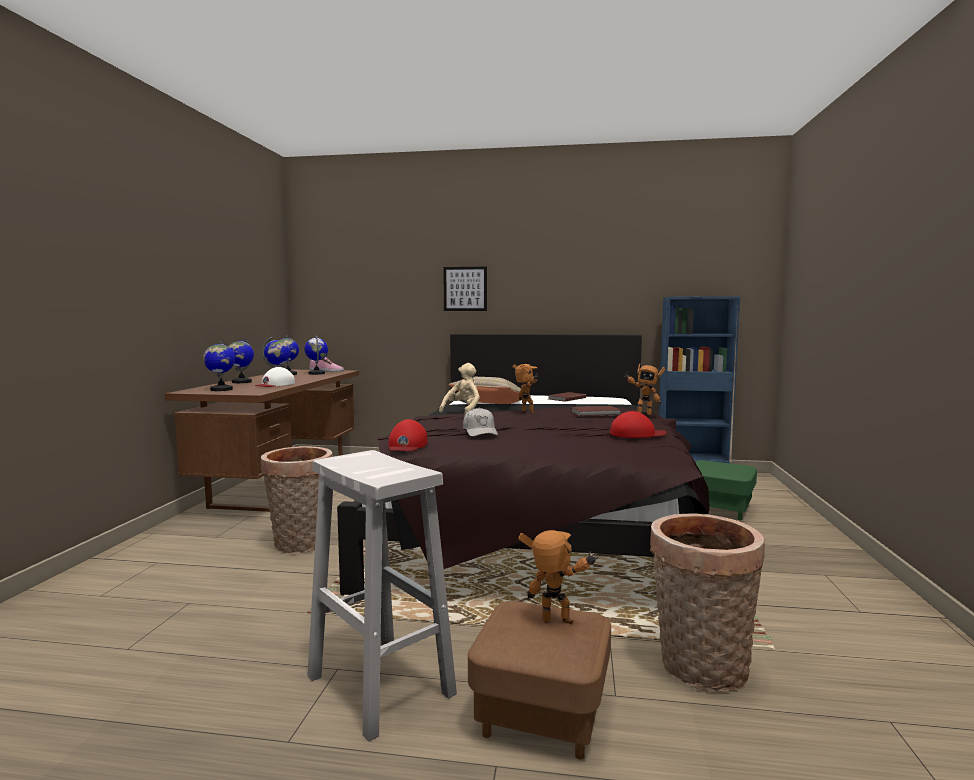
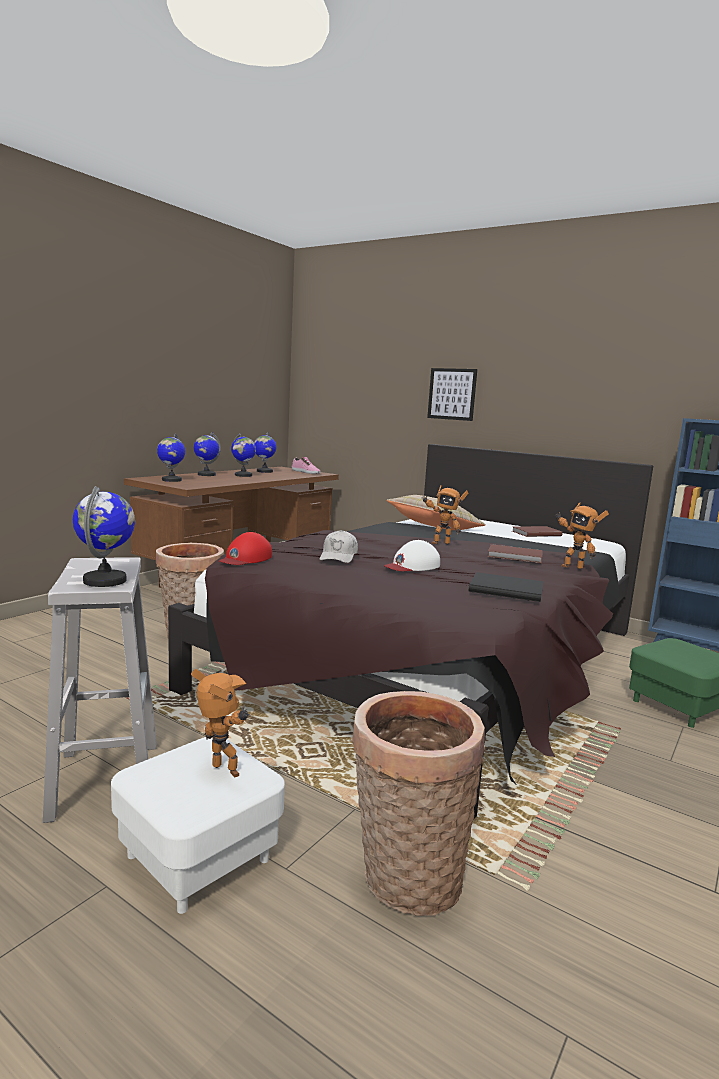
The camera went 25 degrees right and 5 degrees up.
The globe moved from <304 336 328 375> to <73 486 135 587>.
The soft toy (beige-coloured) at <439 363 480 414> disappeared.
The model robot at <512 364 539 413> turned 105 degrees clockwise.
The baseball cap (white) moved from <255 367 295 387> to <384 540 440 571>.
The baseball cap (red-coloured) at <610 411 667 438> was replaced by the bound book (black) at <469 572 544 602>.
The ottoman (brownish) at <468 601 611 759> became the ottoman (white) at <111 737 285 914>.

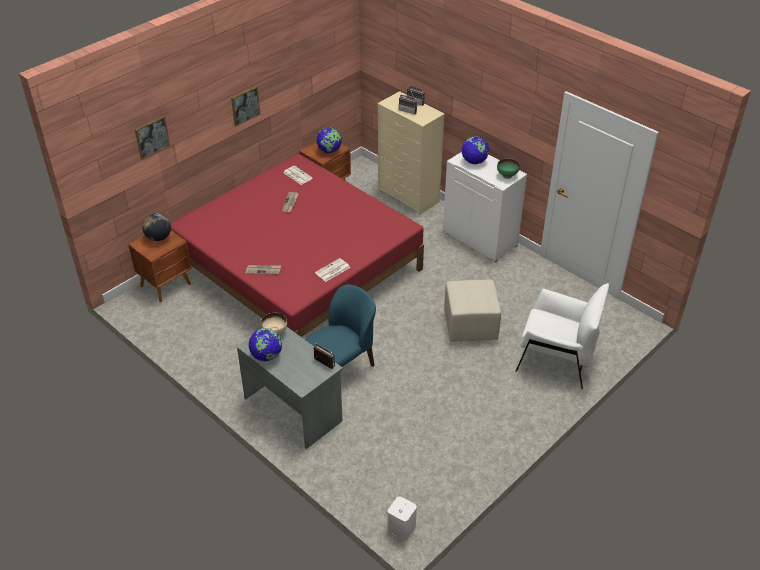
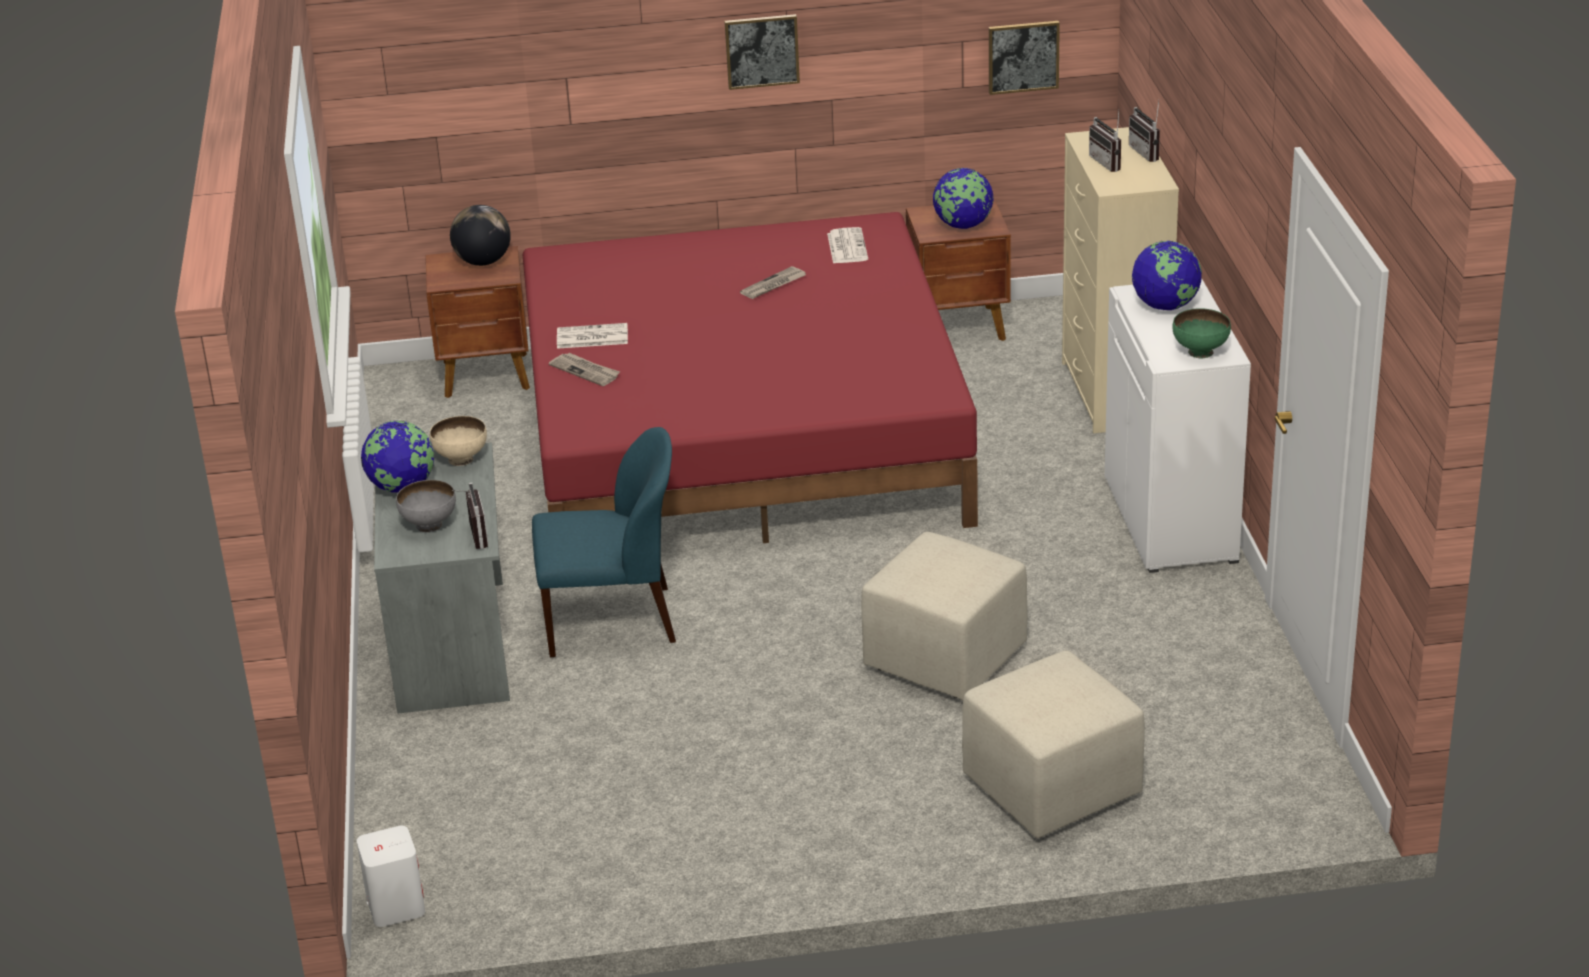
The camera went 40 degrees right and 10 degrees down.
The wall art moved from <135 116 170 159> to <989 21 1060 95>.
The newspaper moved from <315 258 350 282> to <557 323 628 349>.
The lounge chair (white) at <516 283 609 389> was replaced by the ottoman (beige-coloured) at <962 650 1145 838>.
The serving bowl (gray) at <396 480 456 532> appeared.

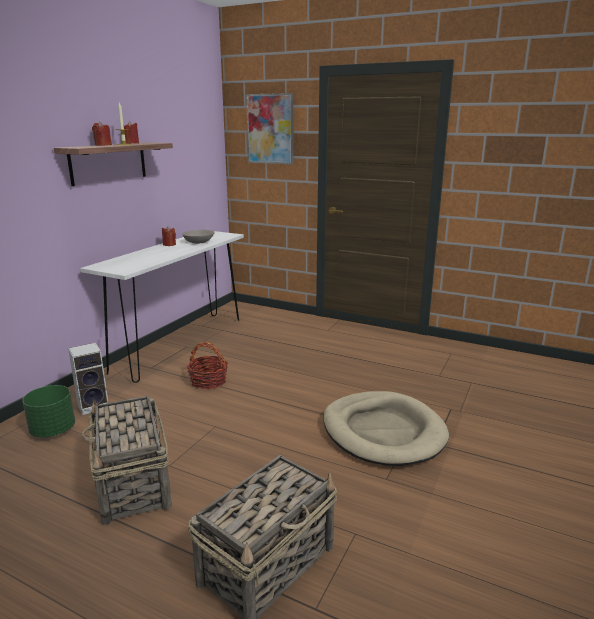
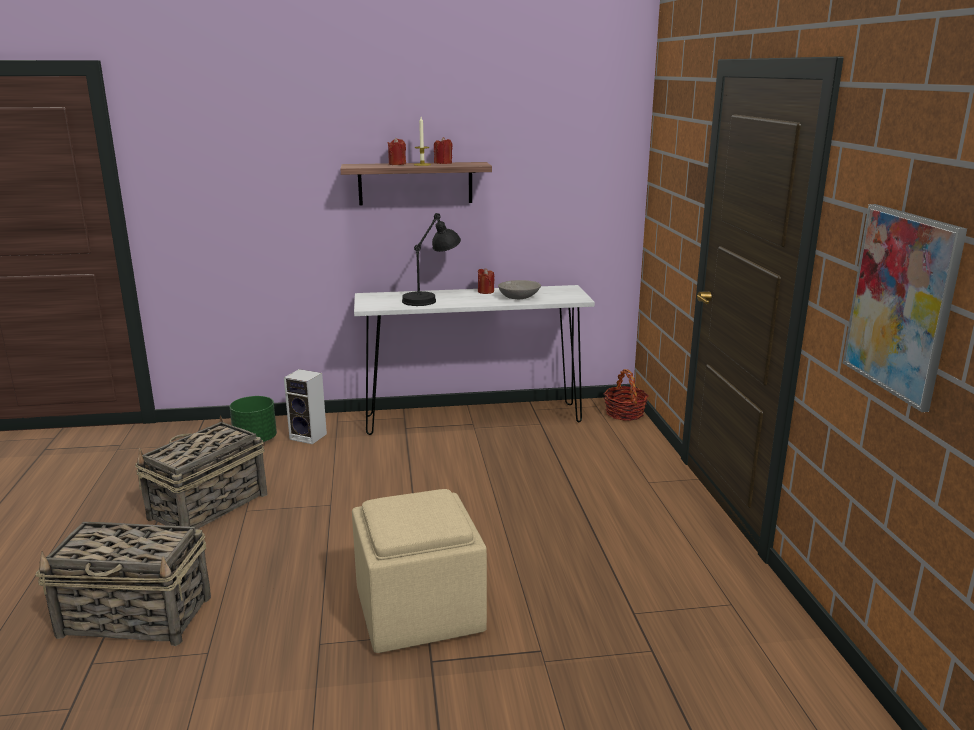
The camera went 55 degrees right and 0 degrees up.
The wall art moved from <246 93 293 165> to <843 204 967 412>.
The household basket moved from <187 342 228 389> to <604 369 648 421>.
The dog bed (beige-coloured) at <323 391 449 466> was replaced by the ottoman (beige-coloured) at <352 489 487 653>.
The tabletop lamp (black) at <402 213 461 306> appeared.

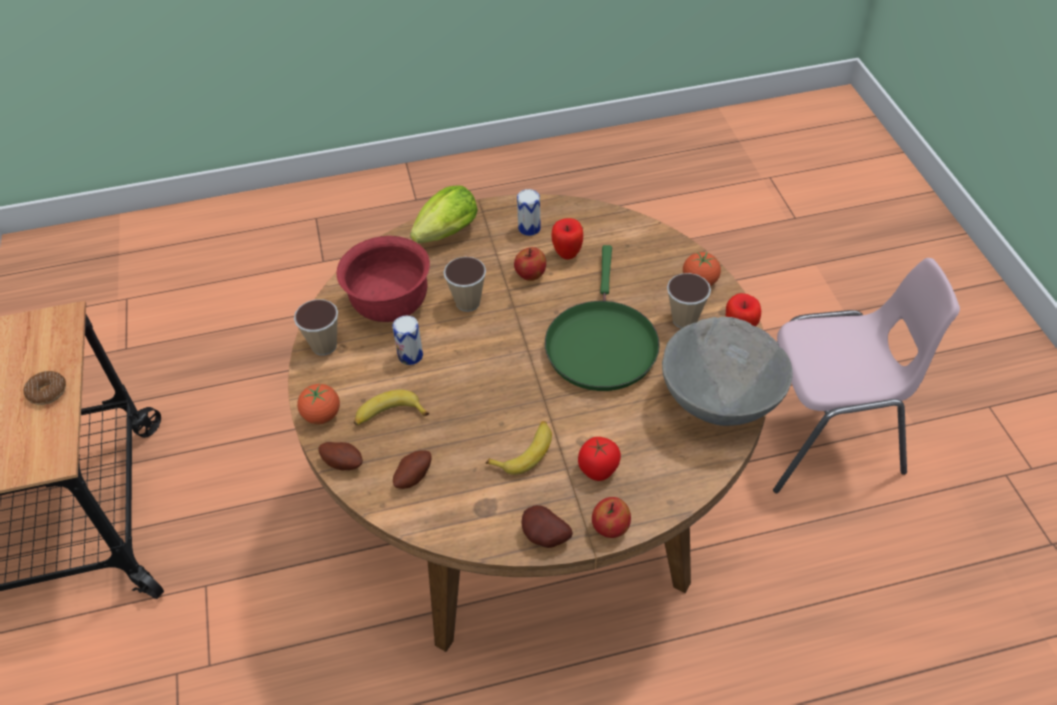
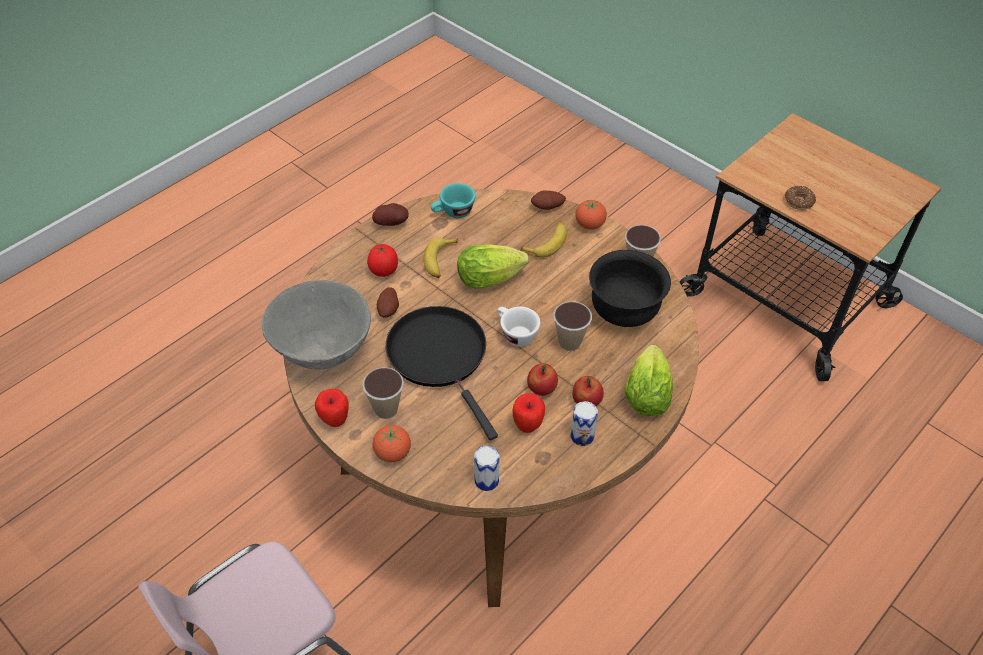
The camera went 145 degrees right and 0 degrees up.
The serving bowl (red-coloured) at <336 236 430 322> became the serving bowl (black) at <589 250 671 327>.
The skillet (green-coloured) at <545 245 660 391> became the skillet (black) at <386 306 498 440>.
The can moved from <392 315 423 365> to <474 445 500 491>.
The potato moved from <393 450 432 489> to <377 287 399 318>.
The apple moved from <592 497 631 538> to <572 376 604 406>.
The drinking cup (blue-green) at <431 183 476 218> appeared.
The lettuce at <457 244 529 289> appeared.
The drinking cup (white) at <497 307 540 347> appeared.

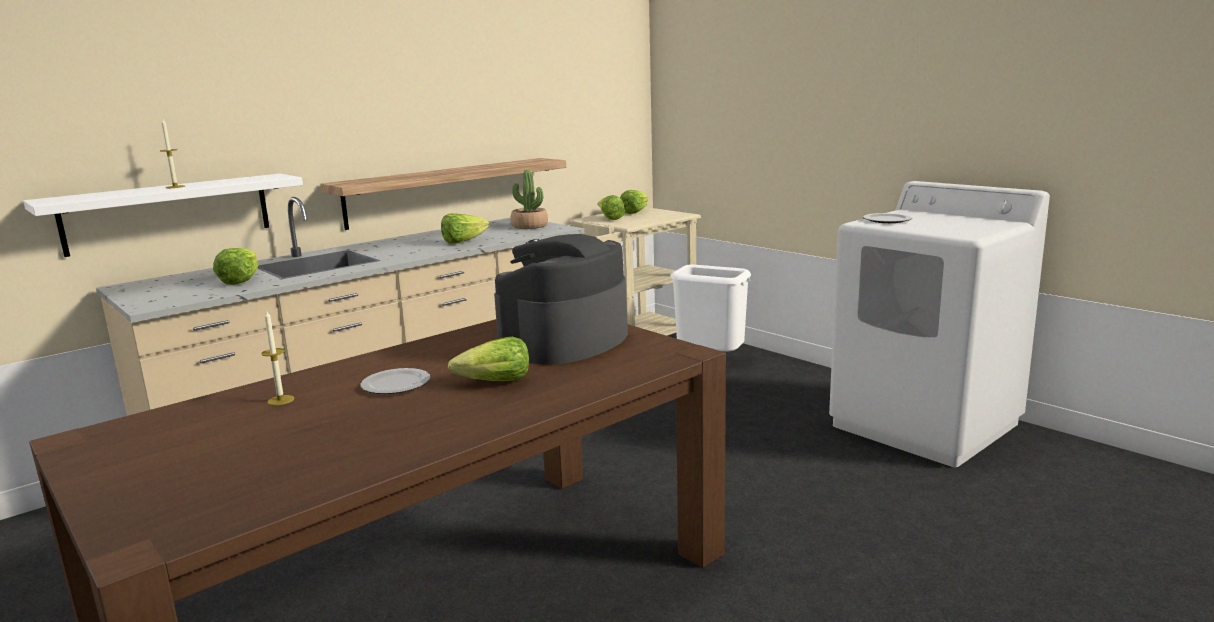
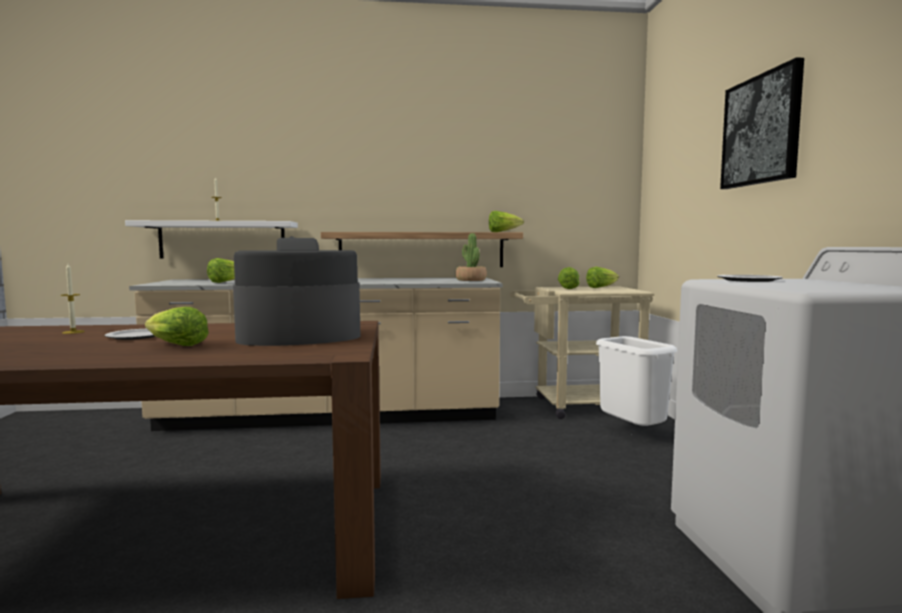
The camera went 35 degrees right and 10 degrees down.
The lettuce moved from <441 213 489 244> to <489 211 524 232>.
The wall art at <720 57 804 189> appeared.

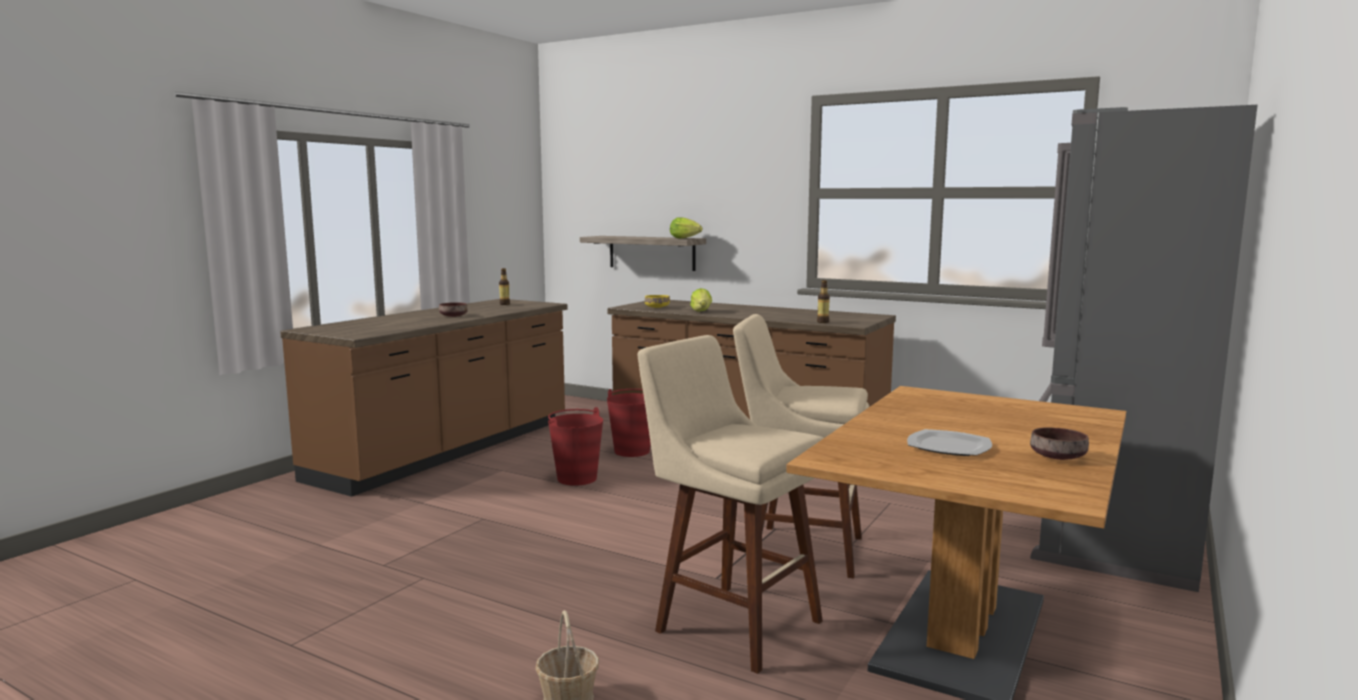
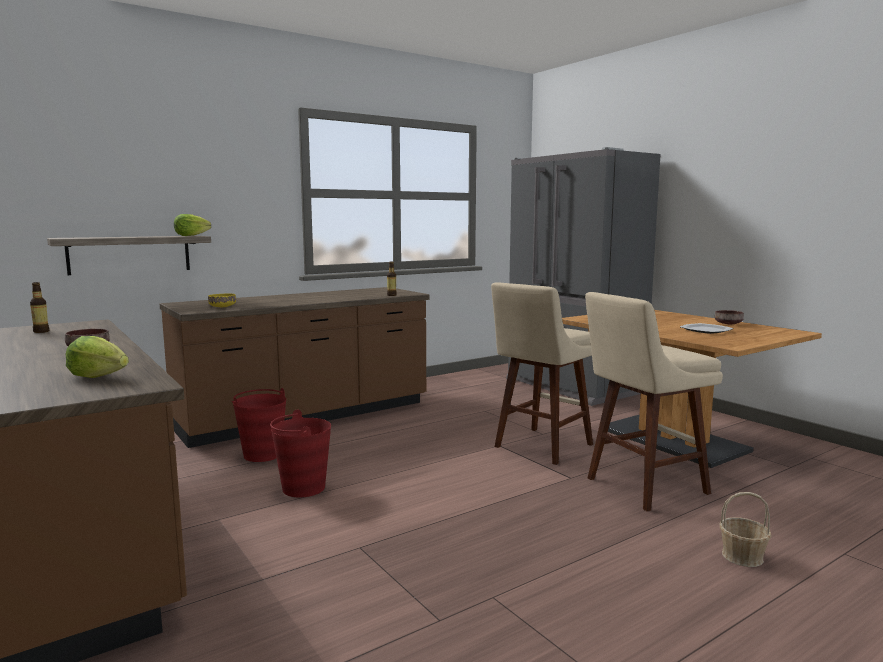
The camera went 65 degrees left and 0 degrees up.
The lettuce moved from <690 288 712 312> to <66 336 129 378>.

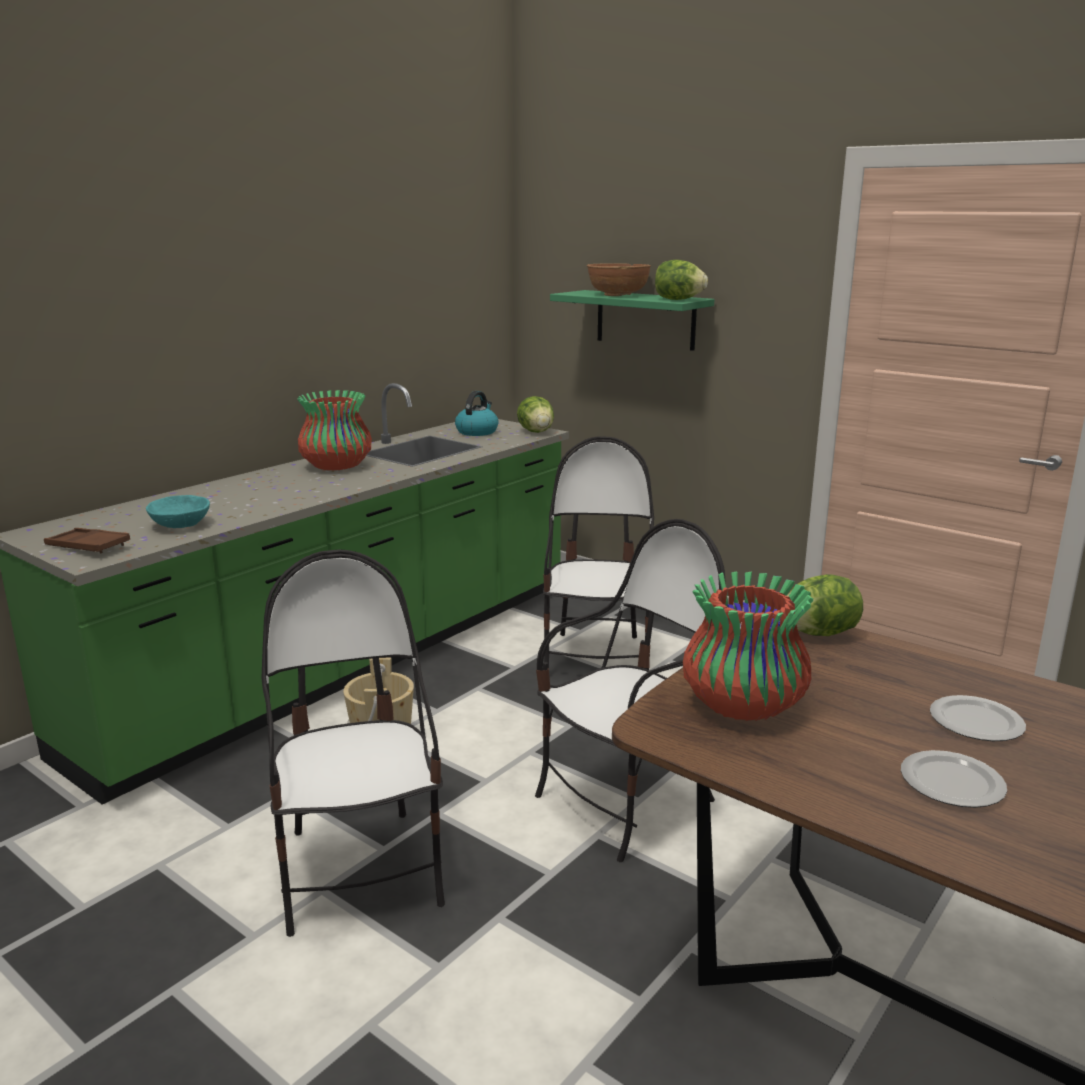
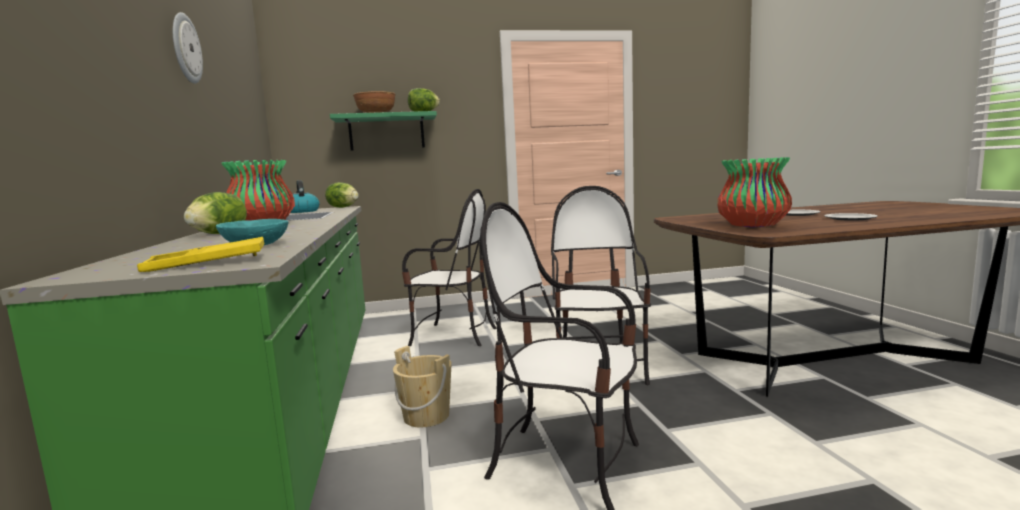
The camera went 50 degrees left and 10 degrees down.
The chair at <543 436 654 668> turned 150 degrees clockwise.
The carrying tray (brownish) at <44 528 130 553> became the carrying tray (yellowish) at <137 237 264 272>.
The lettuce moved from <787 574 863 636> to <184 192 247 234>.
The clock on the wall at <173 12 203 84> appeared.

